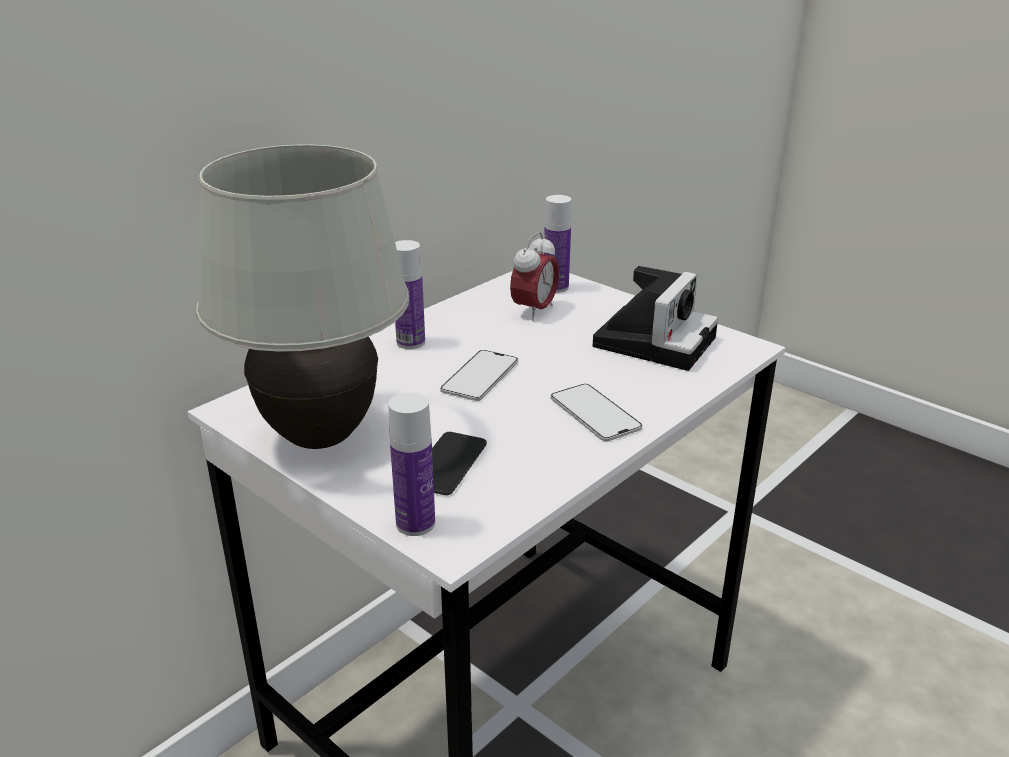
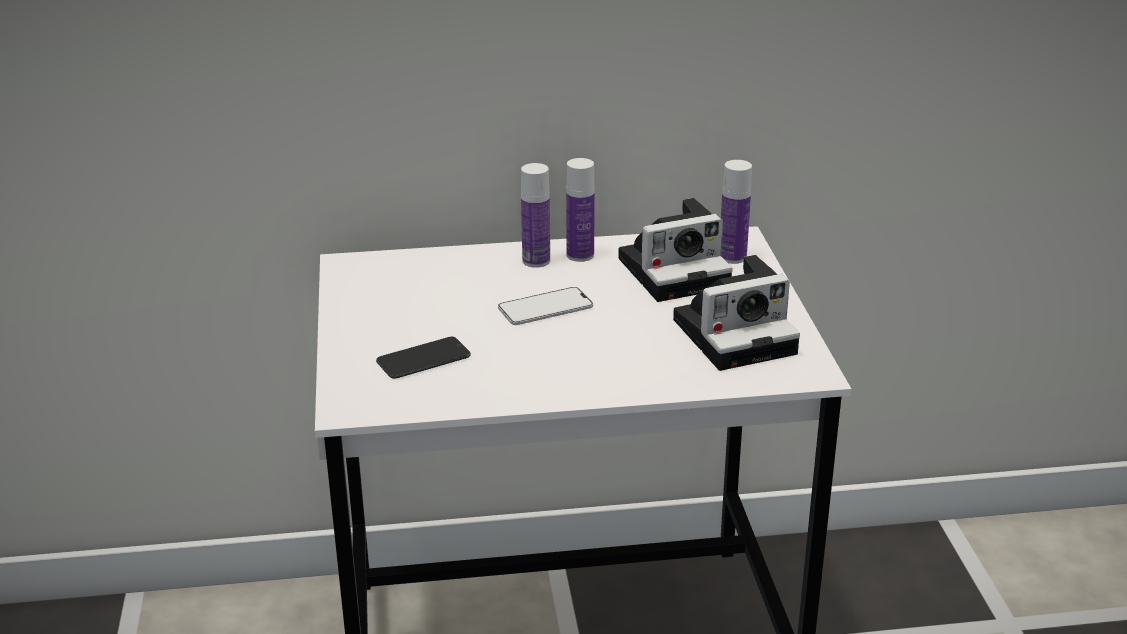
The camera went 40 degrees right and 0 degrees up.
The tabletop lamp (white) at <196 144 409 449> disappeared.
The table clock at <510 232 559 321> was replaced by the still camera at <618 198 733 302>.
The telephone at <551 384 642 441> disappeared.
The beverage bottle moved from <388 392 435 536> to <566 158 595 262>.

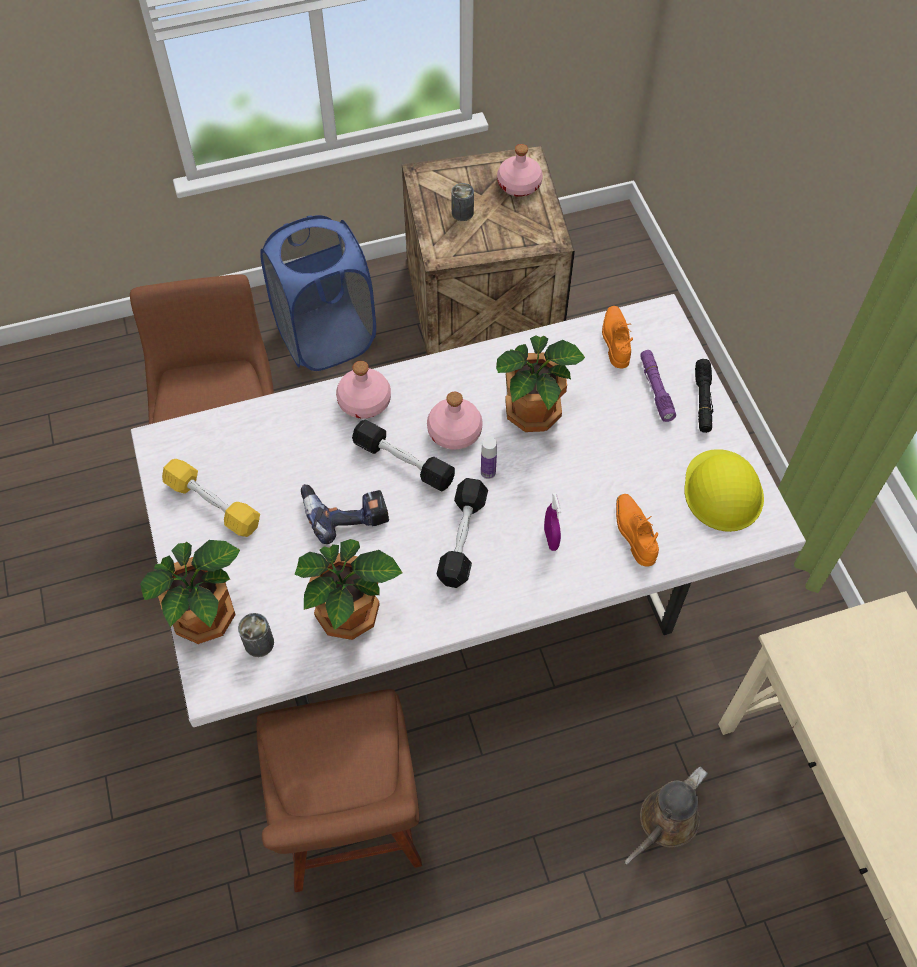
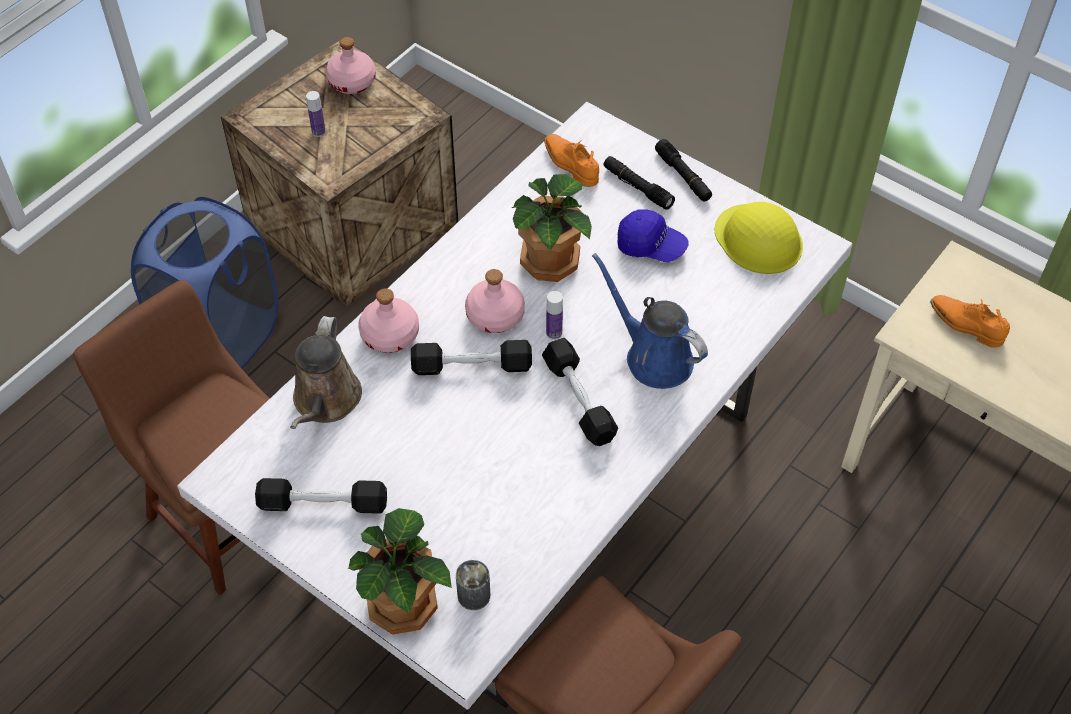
The camera went 35 degrees left and 5 degrees down.
The can at <451 183 474 221> was replaced by the beverage bottle at <306 91 326 137>.
The hand torch (purplish) at <640 350 676 422> became the hand torch (black) at <603 156 675 210>.
The dumbbell (yellowish) at <162 459 260 537> became the dumbbell (black) at <255 478 387 514>.
The power drill at <301 484 389 544> disappeared.
The hand sprayer (purplish) at <544 493 561 551> was replaced by the watering can (blue) at <592 253 708 389>.
The low shoe (orange-coloured) moved from <616 494 659 567> to <930 295 1010 348>.
The plant in a pot at <295 539 403 640> disappeared.
The watering can (brownish) moved from <624 767 708 865> to <290 316 362 429>.
The baseball cap (blue) at <617 209 689 262> appeared.

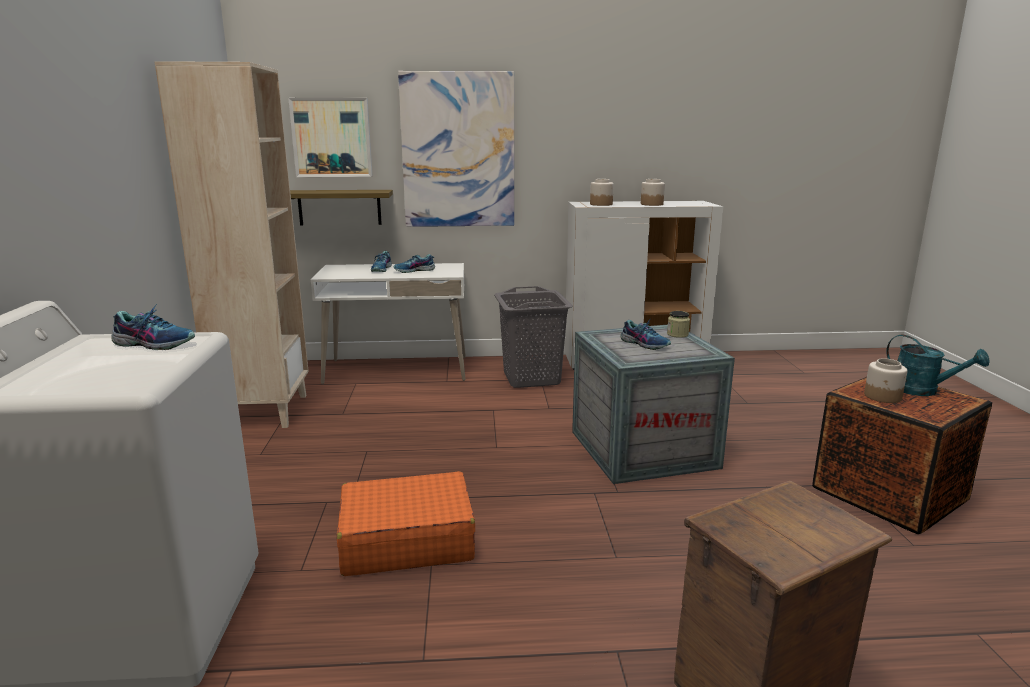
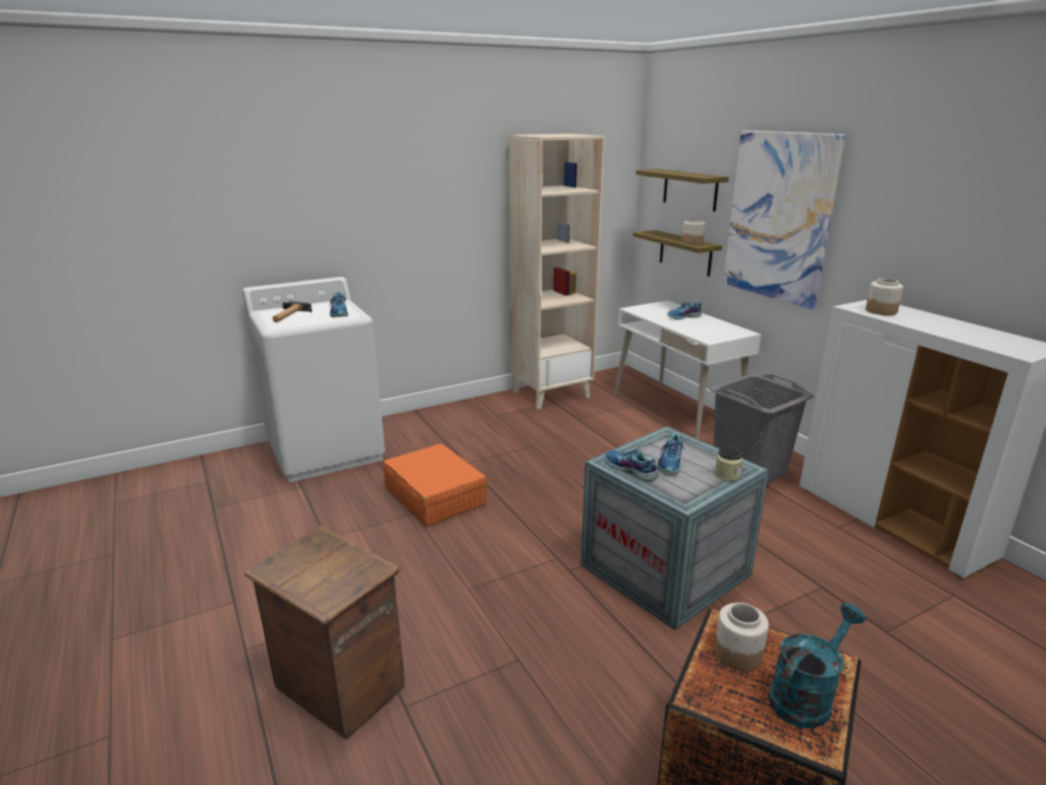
The camera went 65 degrees right and 5 degrees up.
The wall art at <288 98 372 177> was replaced by the wall shelf at <636 169 729 211>.
The storage jar moved from <641 179 665 206> to <682 218 705 245>.
The low shoe moved from <394 254 435 273> to <605 450 658 482>.
The watering can (blue-green) at <886 335 990 396> turned 150 degrees counterclockwise.
The hammer at <272 301 312 323> appeared.

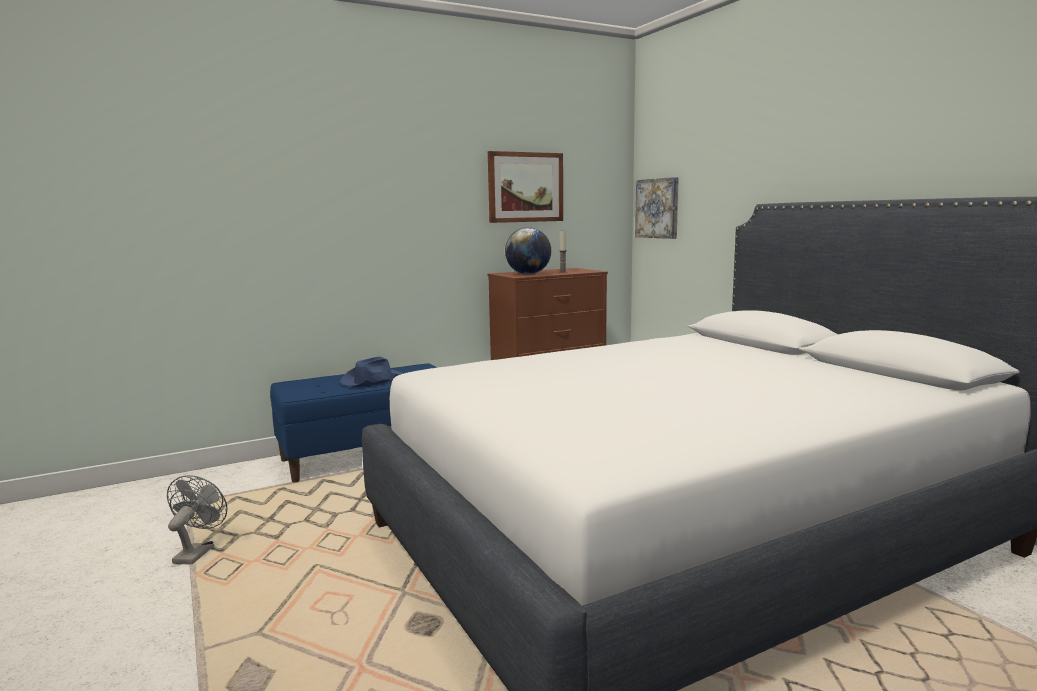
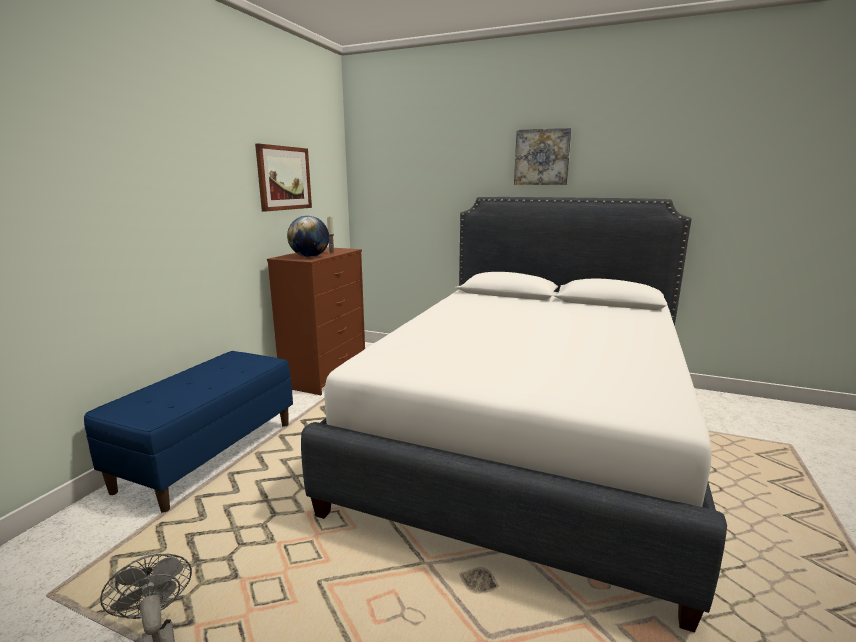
The camera went 40 degrees left and 5 degrees up.
The wall art moved from <635 177 679 239> to <514 128 572 185>.
The hat (blue) at <340 357 403 387> disappeared.

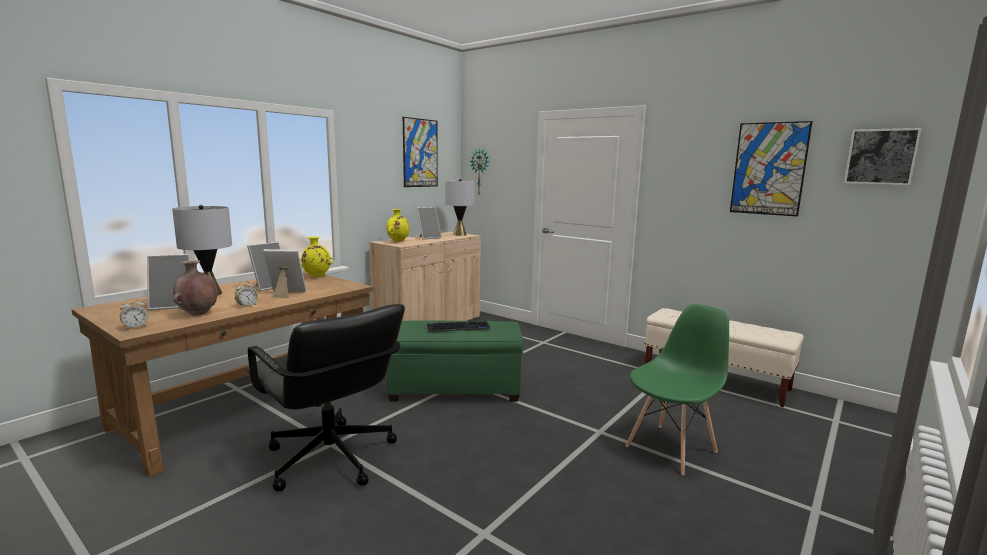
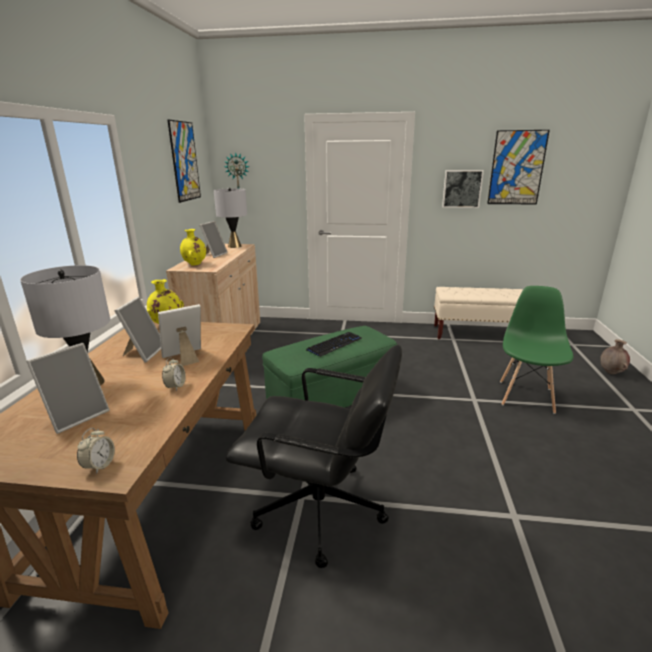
The camera went 30 degrees left and 10 degrees up.
The wall art moved from <844 128 922 185> to <442 170 484 208>.
The flower vase (brownish) moved from <173 260 217 315> to <600 339 630 374>.

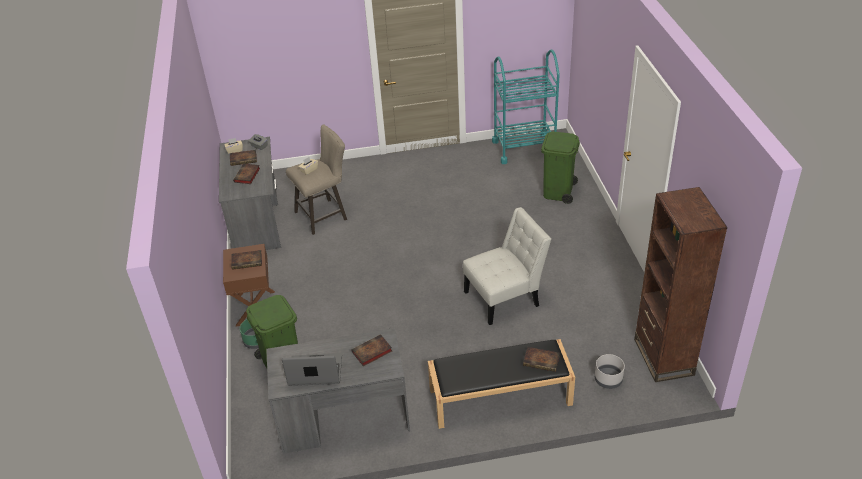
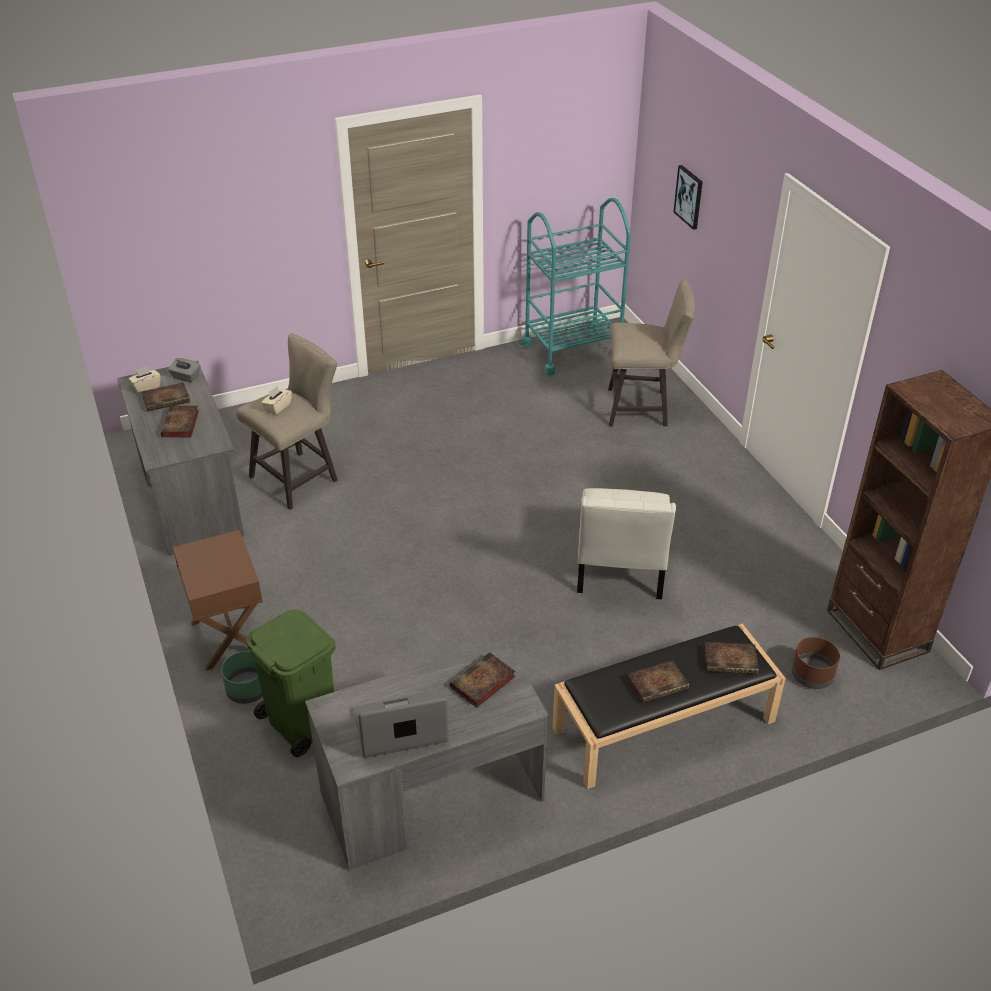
The camera went 15 degrees left and 0 degrees up.
The rubbish bin (green-coloured) at <541 132 580 204> was replaced by the stool seat (beige-coloured) at <608 280 695 426>.
The chair (white) at <463 207 551 325> turned 135 degrees clockwise.
The bound book moved from <231 250 262 270> to <626 660 689 703>.
The planter (gray) at <595 354 625 389> became the planter (brownish) at <792 637 840 689>.
The wall art at <674 165 702 230> appeared.

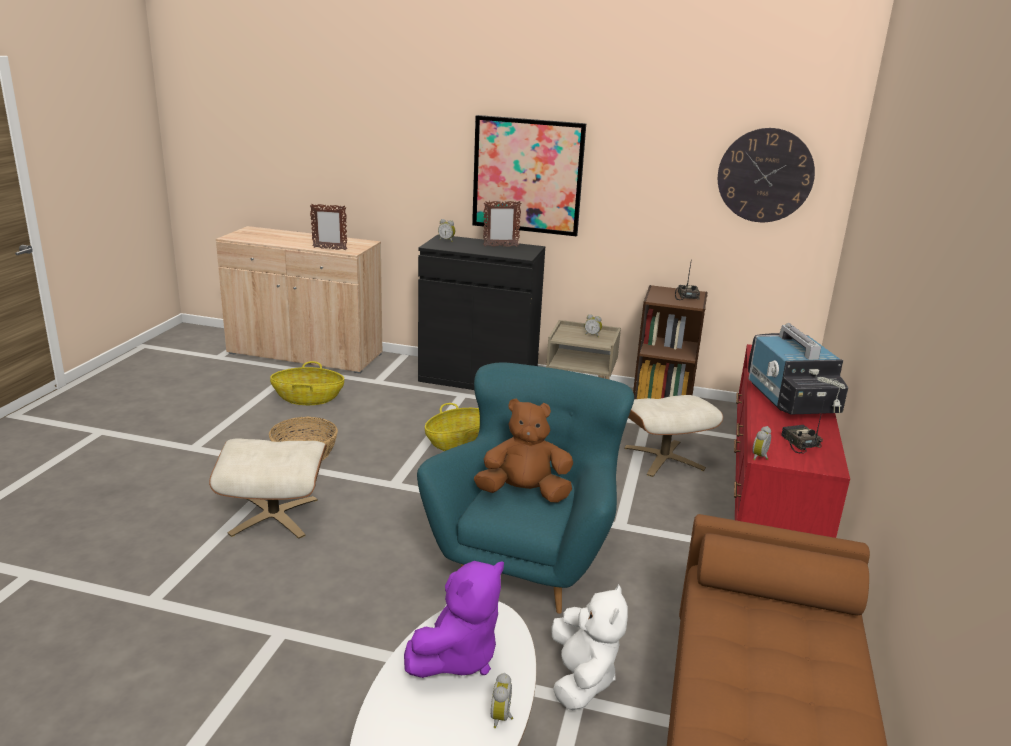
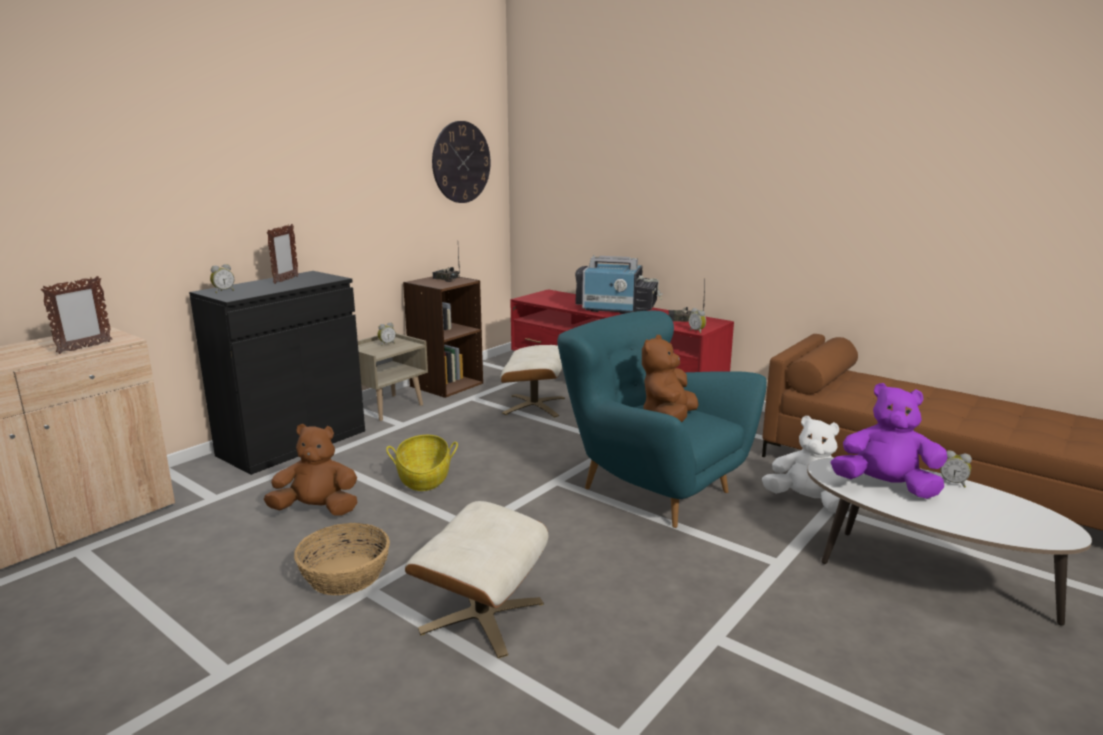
The camera went 65 degrees left and 5 degrees down.
The wall art at <472 115 586 237> disappeared.
The household basket at <270 361 344 405> disappeared.
The soft toy (purplish) at <404 561 504 678> turned 45 degrees counterclockwise.
The soft toy (brownish) at <264 424 357 516> appeared.

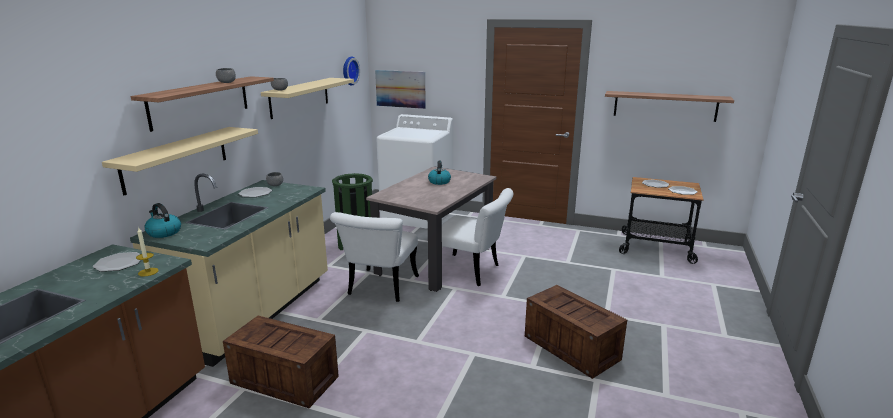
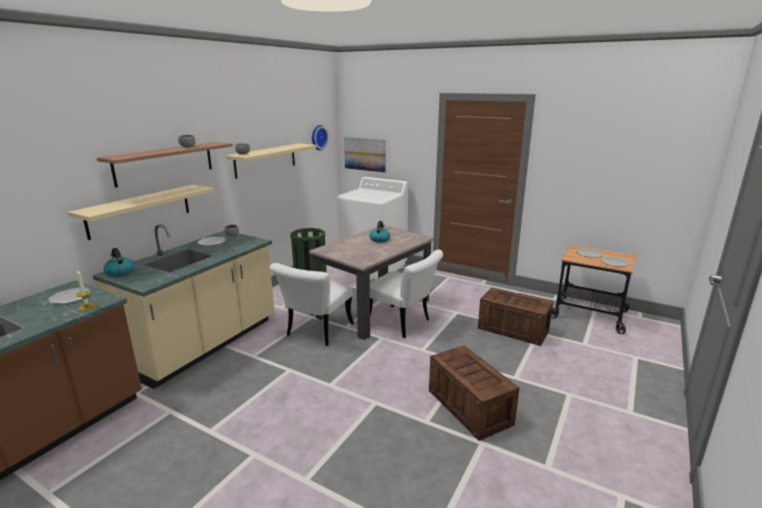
The camera went 10 degrees right and 0 degrees up.
The wall shelf at <605 91 734 122> disappeared.
The shipping crate moved from <223 316 339 408> to <478 287 553 346>.

